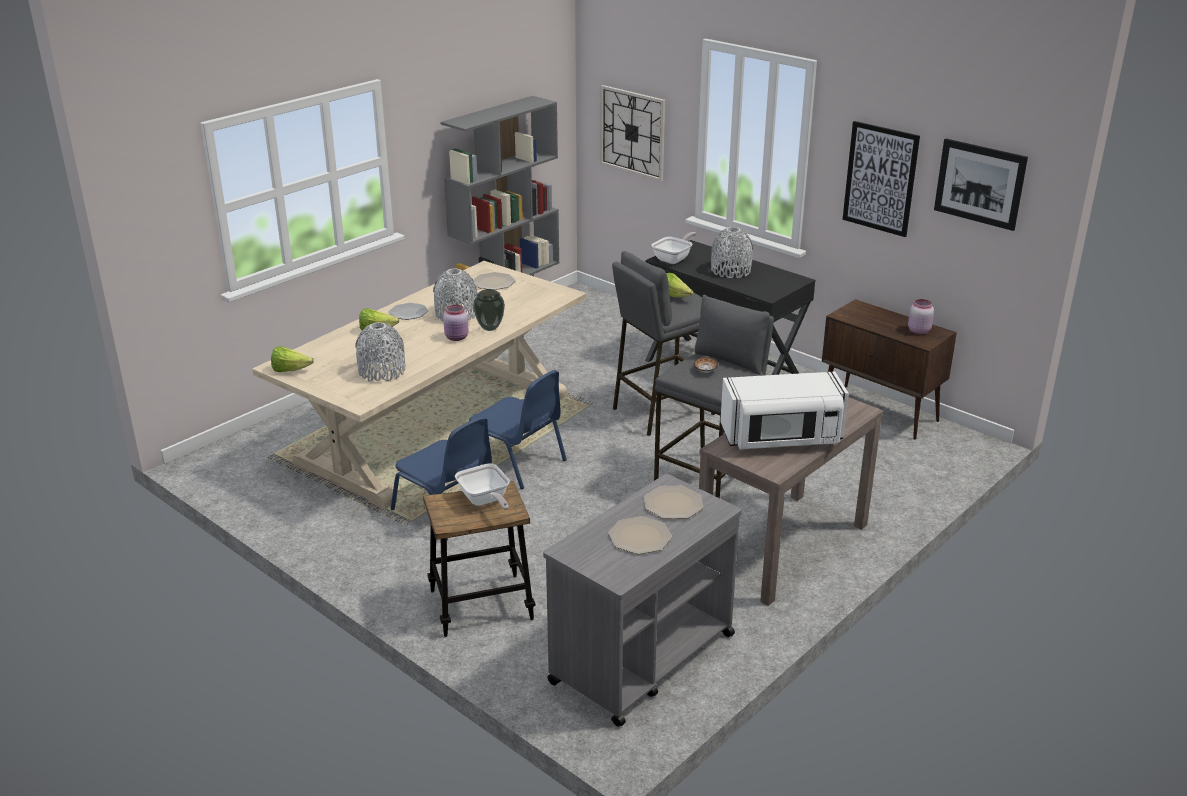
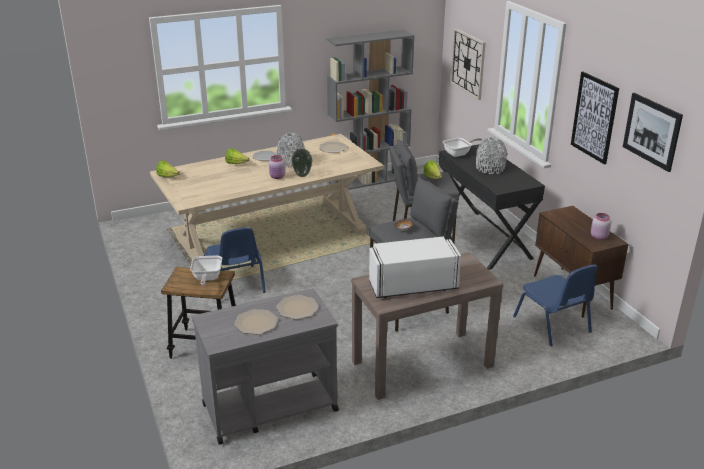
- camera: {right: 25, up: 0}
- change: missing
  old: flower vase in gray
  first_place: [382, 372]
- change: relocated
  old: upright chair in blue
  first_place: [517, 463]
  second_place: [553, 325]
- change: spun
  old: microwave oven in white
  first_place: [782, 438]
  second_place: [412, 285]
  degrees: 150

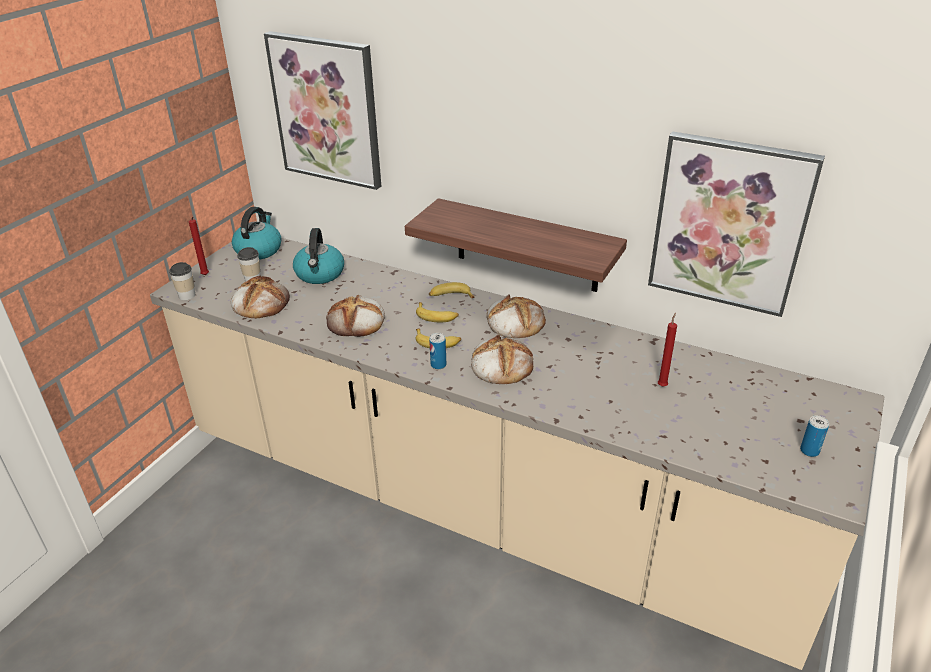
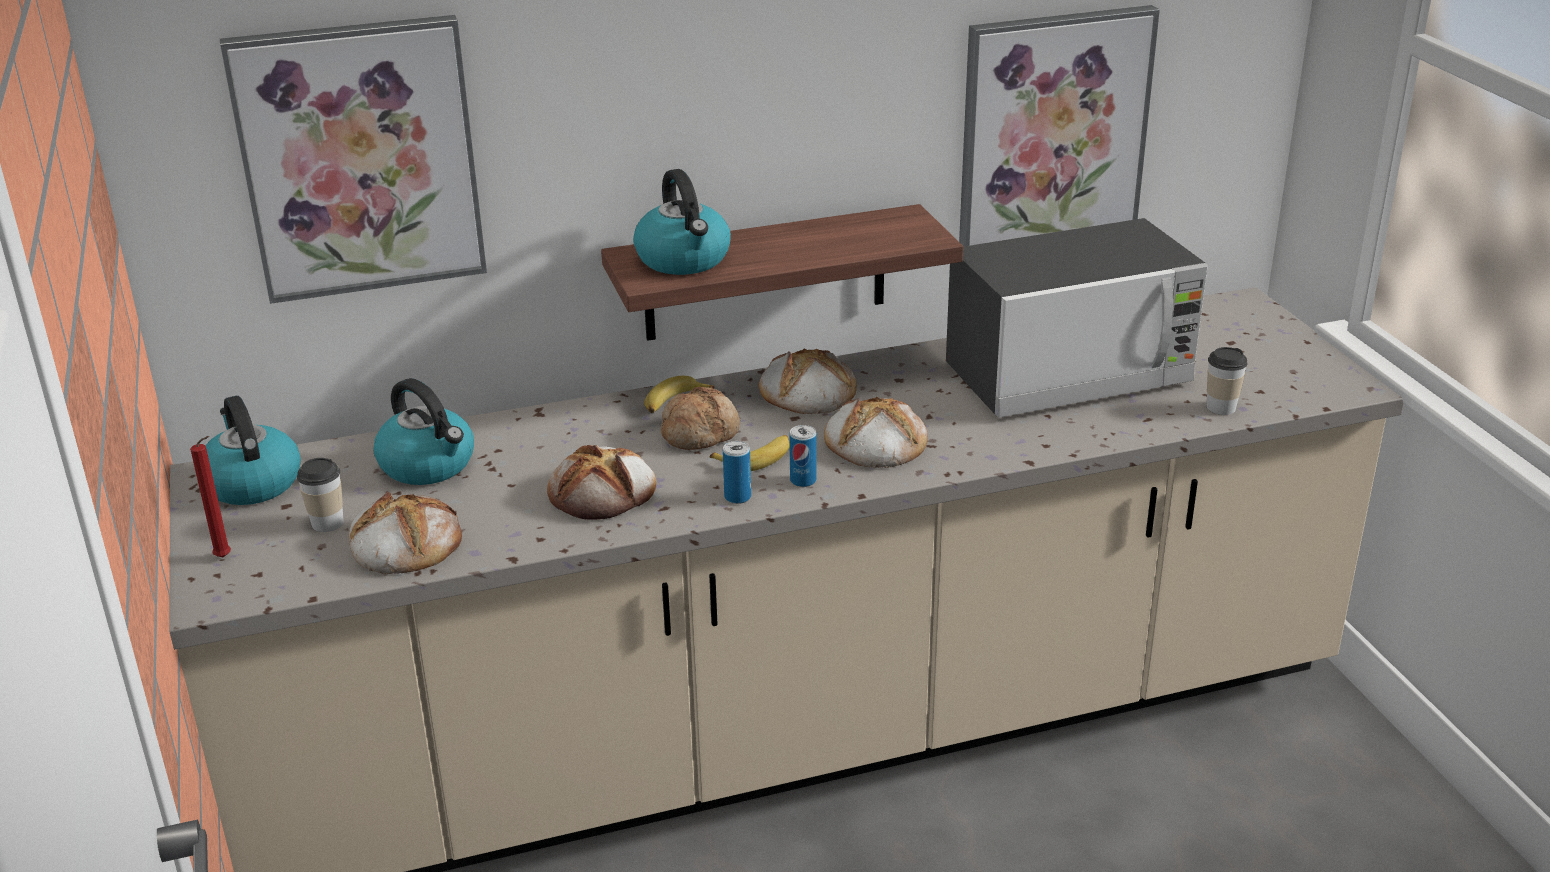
- camera: {right: -45, up: -5}
- change: relocated
  old: small cup
  first_place: [187, 295]
  second_place: [1221, 407]
- change: exchanged
  old: banana
  new: bakery bread
  first_place: [436, 316]
  second_place: [700, 432]
- change: exchanged
  old: candle in red-coloured
  new: microwave oven
  first_place: [662, 385]
  second_place: [1069, 375]
- change: relocated
  old: metal can
  first_place: [809, 451]
  second_place: [737, 497]
- change: appeared
  new: water kettle
  second_place: [684, 260]

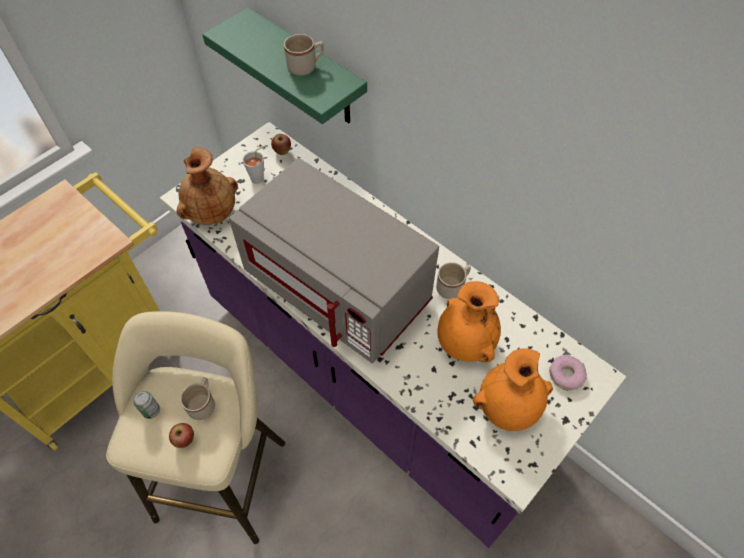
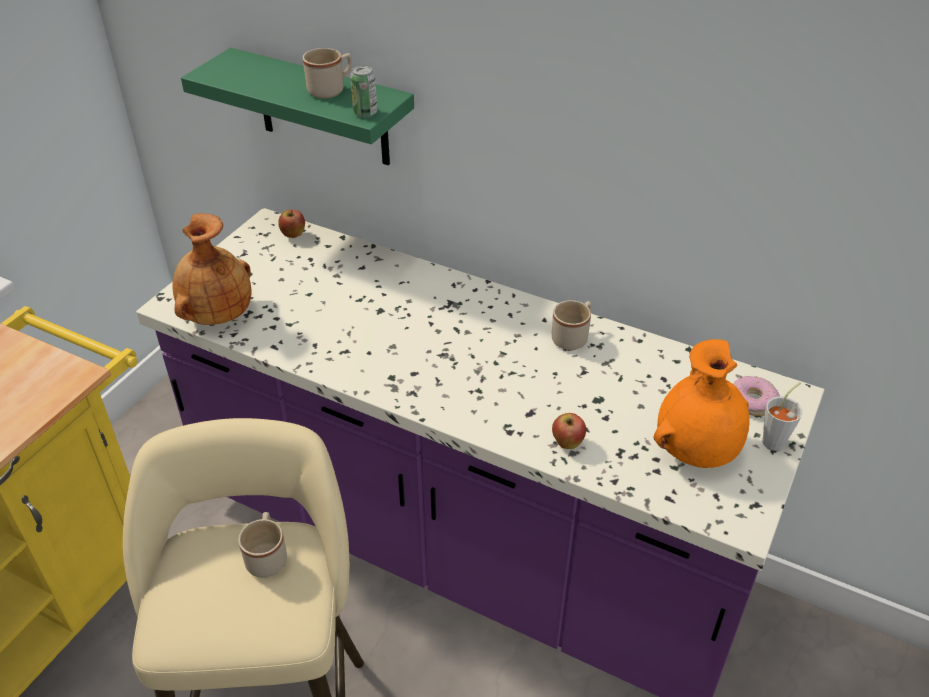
- camera: {right: -15, up: -15}
- change: relocated
  old: small cup in gray
  first_place: [260, 177]
  second_place: [776, 440]
- change: missing
  old: microwave oven in gray
  first_place: [339, 288]
- change: missing
  old: flower vase in orange-coloured
  first_place: [464, 343]
- change: relocated
  old: metal can
  first_place: [151, 411]
  second_place: [365, 113]
- change: relocated
  old: apple
  first_place: [185, 440]
  second_place: [567, 444]

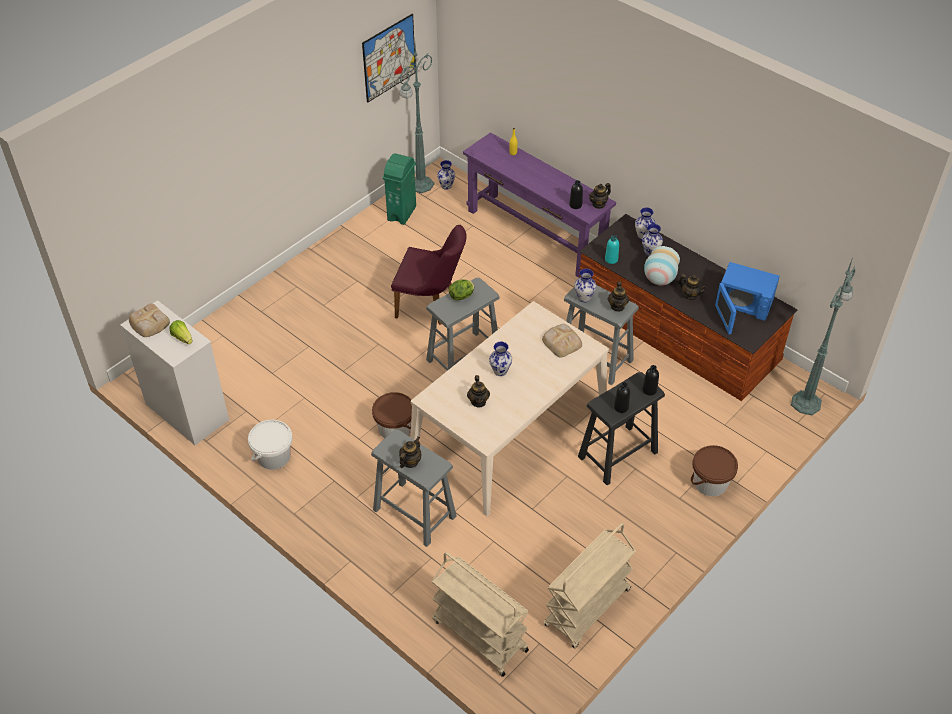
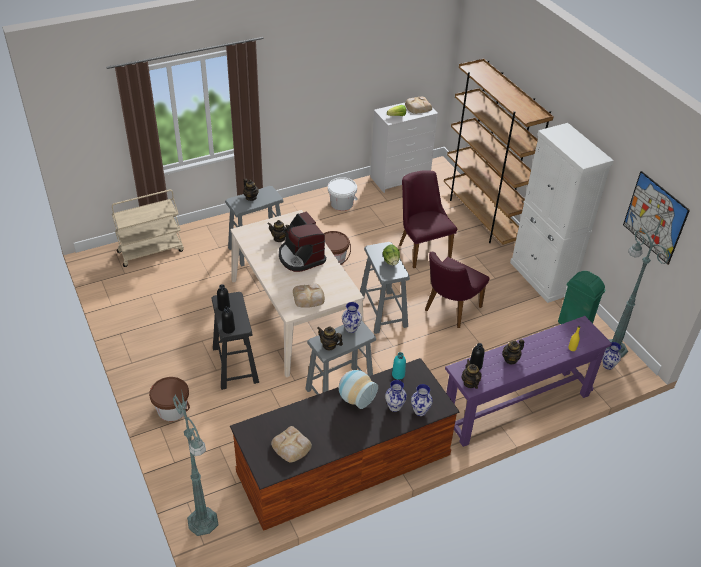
- camera: {right: 110, up: -5}
- change: exchanged
  old: microwave oven in blue
  new: bakery bread
  first_place: [742, 303]
  second_place: [291, 446]
- change: relocated
  old: teapot
  first_place: [690, 295]
  second_place: [510, 359]
- change: exchanged
  old: flower vase
  new: coffee brewer
  first_place: [500, 371]
  second_place: [301, 257]
- change: missing
  old: wheeled cart in sand-coloured
  first_place: [587, 608]
- change: appeared
  new: shelving unit in brown-coloured
  second_place: [482, 217]
- change: appeared
  new: storage cabinet in white
  second_place: [541, 278]
- change: appeared
  new: upright chair in purple
  second_place: [421, 248]

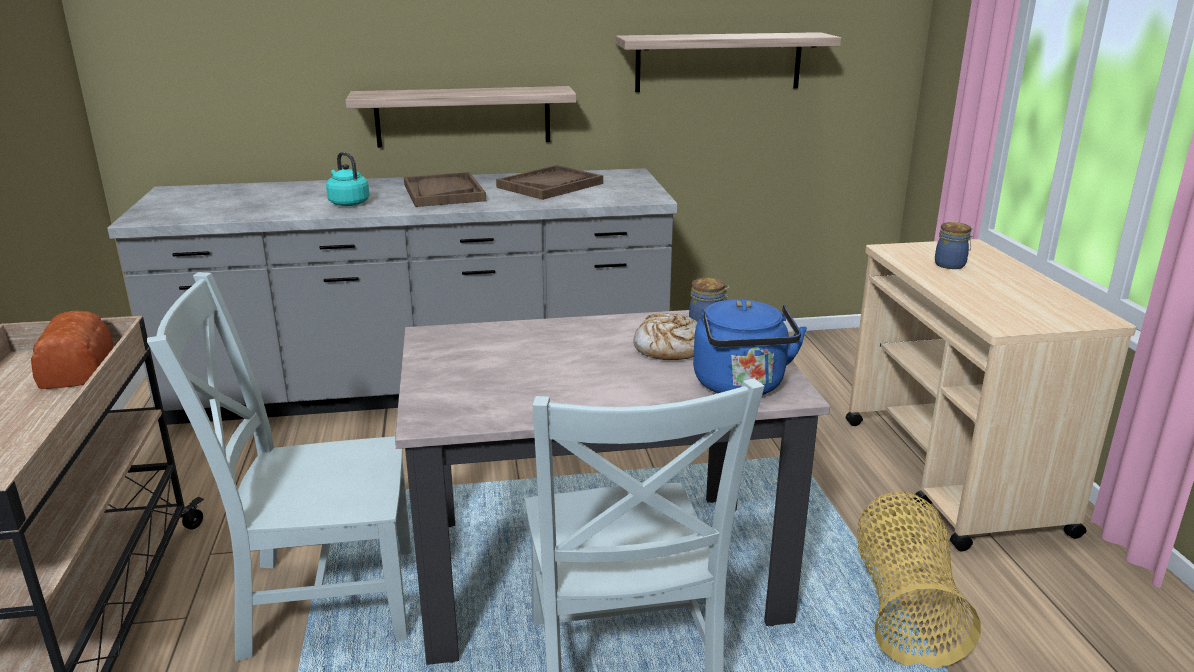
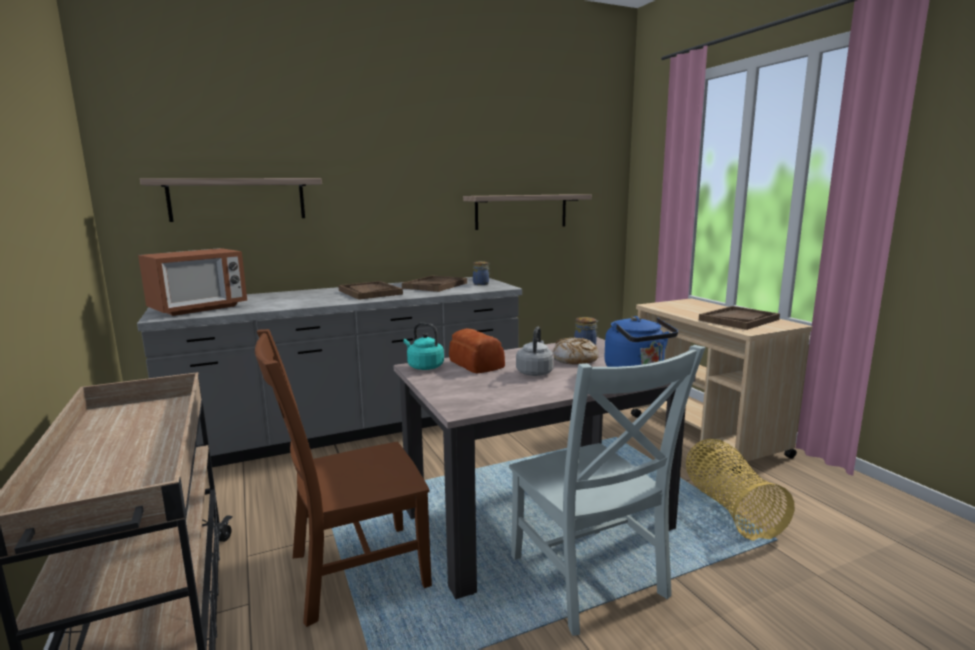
- camera: {right: -15, up: -10}
- change: relocated
  old: bracket shelf
  first_place: [463, 116]
  second_place: [238, 199]
- change: relocated
  old: water kettle in turquoise
  first_place: [348, 203]
  second_place: [424, 367]
- change: relocated
  old: preserve jar
  first_place: [951, 265]
  second_place: [481, 284]
- change: colour
  old: upright chair in gray
  new: upright chair in brown-coloured
  first_place: [321, 600]
  second_place: [352, 572]
- change: relocated
  old: bakery bread
  first_place: [75, 370]
  second_place: [476, 365]
- change: appeared
  new: microwave oven
  second_place: [198, 308]
- change: appeared
  new: tray in brown-coloured
  second_place: [738, 320]
- change: appeared
  new: water kettle in gray
  second_place: [535, 372]

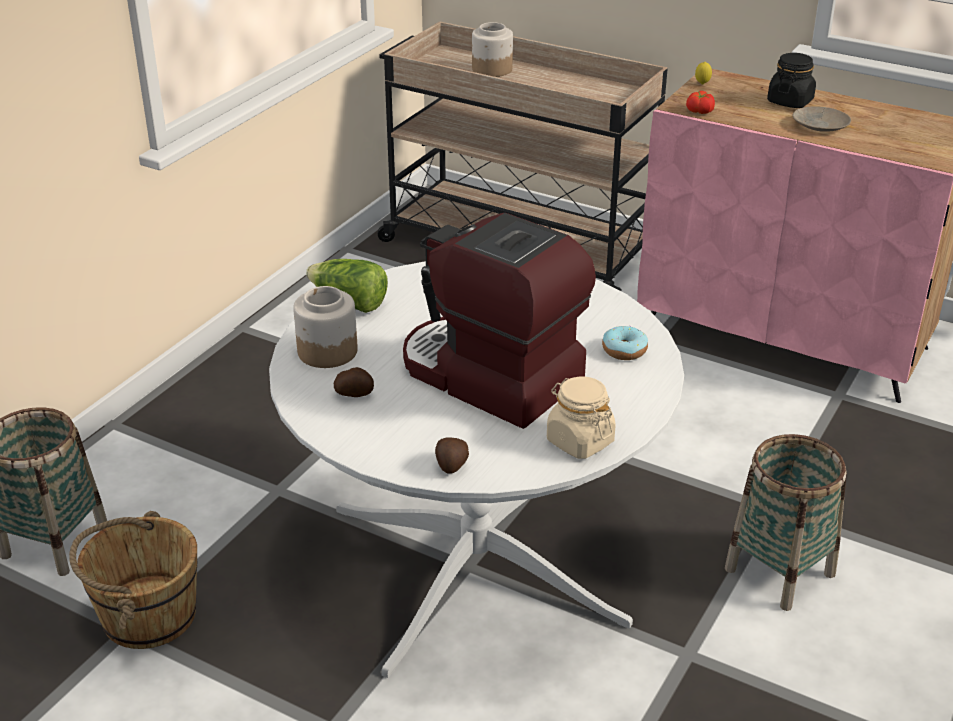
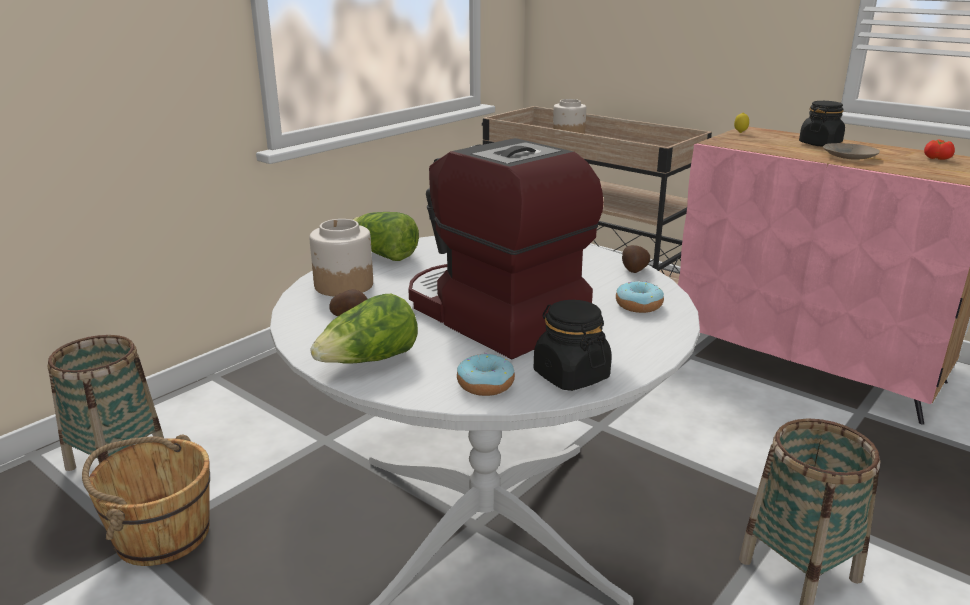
- camera: {right: 10, up: -10}
- change: relocated
  old: whole tomato
  first_place: [699, 112]
  second_place: [936, 159]
- change: colour
  old: preserve jar in sand-coloured
  new: preserve jar in black
  first_place: [579, 441]
  second_place: [570, 375]
- change: relocated
  old: spud
  first_place: [451, 466]
  second_place: [634, 270]
- change: appeared
  new: lettuce
  second_place: [369, 361]
- change: appeared
  new: ring doughnut
  second_place: [485, 384]

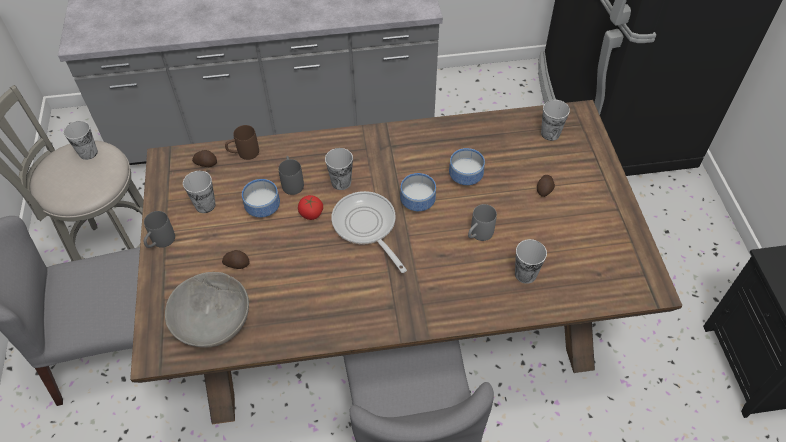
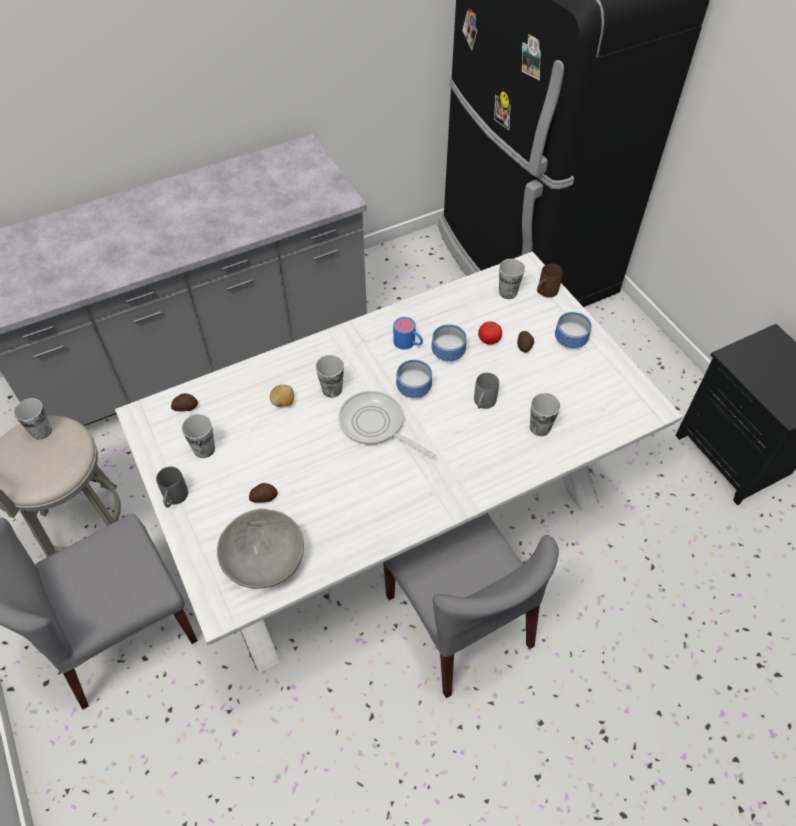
- camera: {right: -20, up: 0}
- change: colour
  old: kitchen table in brown-coloured
  new: kitchen table in white
  first_place: [392, 319]
  second_place: [397, 513]
- change: relocated
  old: coffee mug in brown-coloured
  first_place: [243, 154]
  second_place: [545, 293]
- change: exchanged
  old: coffee mug in gray
  new: spud
  first_place: [292, 182]
  second_place: [283, 402]
- change: relocated
  old: deep dish
  first_place: [264, 208]
  second_place: [572, 340]
- change: relocated
  old: whole tomato
  first_place: [311, 214]
  second_place: [489, 339]
- change: appeared
  new: coffee mug in blue
  second_place: [408, 343]

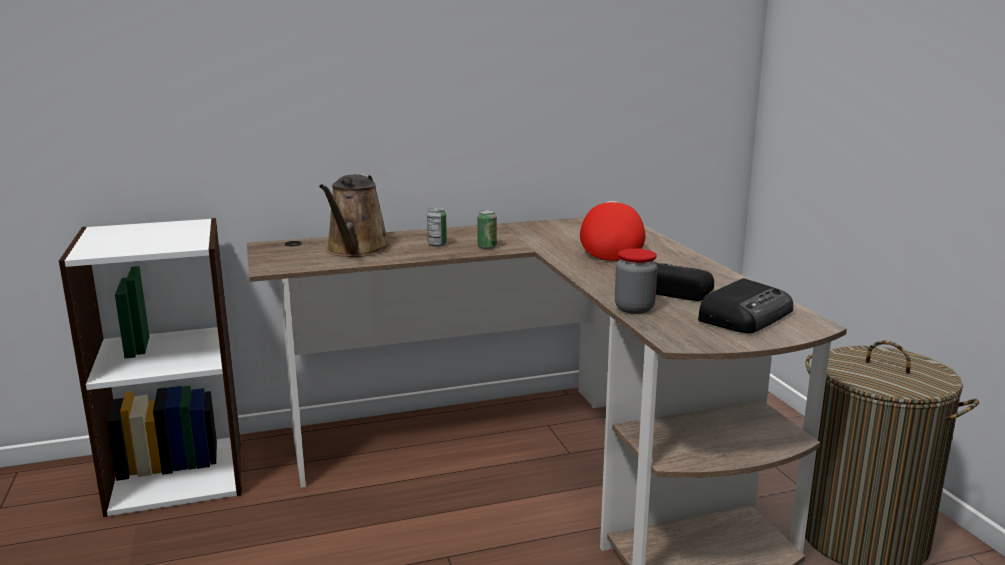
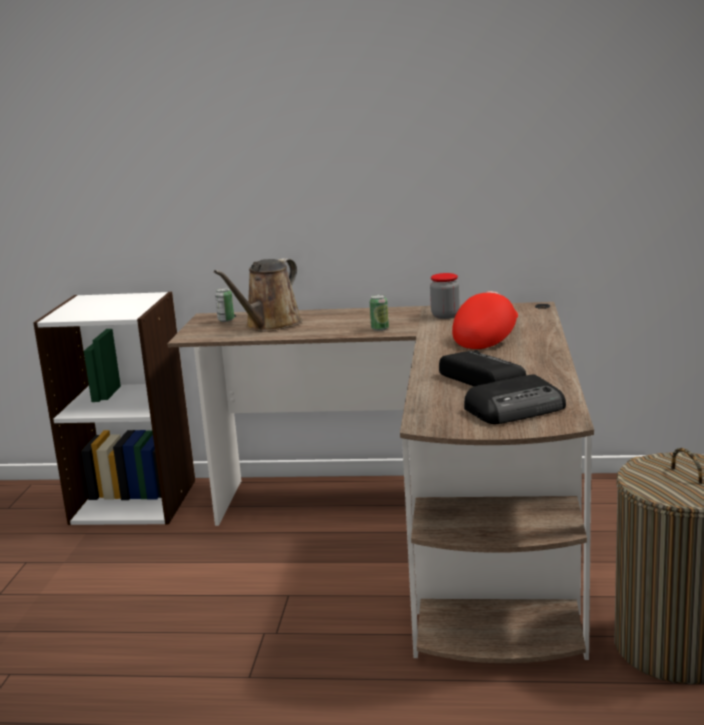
- camera: {right: 25, up: 0}
- change: relocated
  old: metal can
  first_place: [437, 244]
  second_place: [226, 320]
- change: relocated
  old: preserve jar
  first_place: [634, 308]
  second_place: [445, 316]

